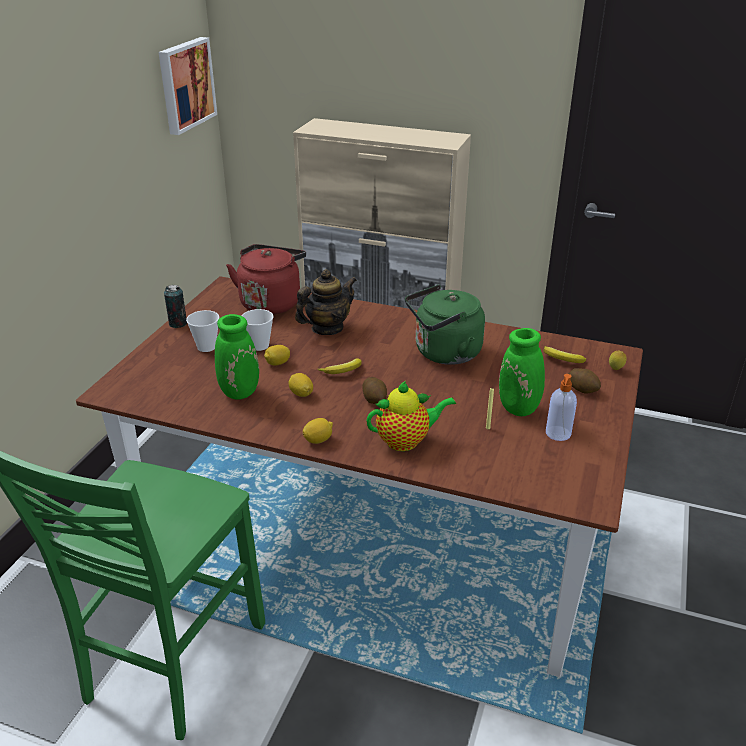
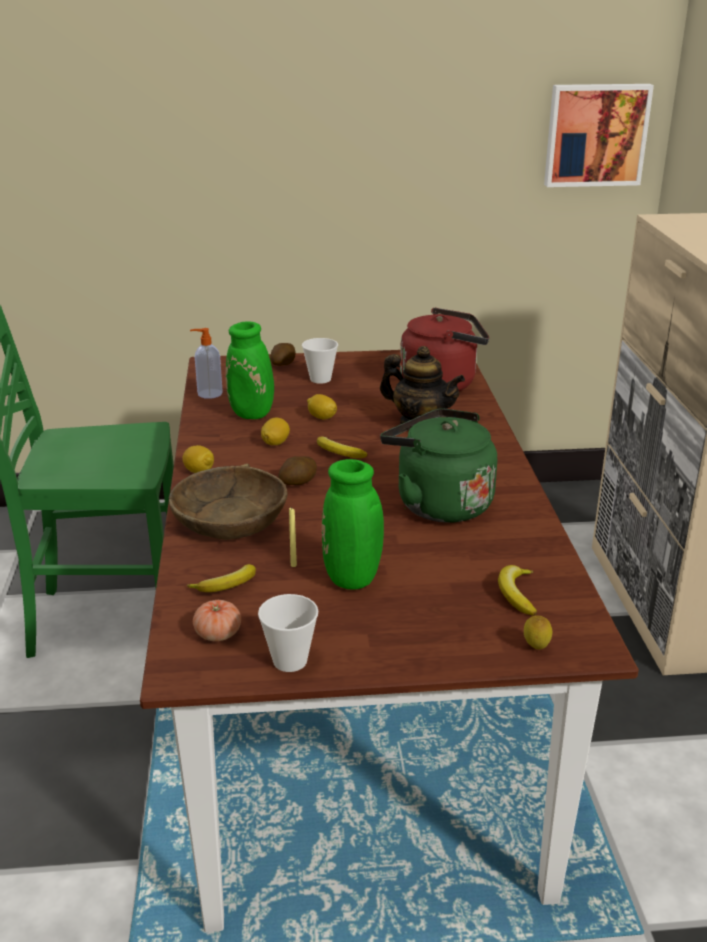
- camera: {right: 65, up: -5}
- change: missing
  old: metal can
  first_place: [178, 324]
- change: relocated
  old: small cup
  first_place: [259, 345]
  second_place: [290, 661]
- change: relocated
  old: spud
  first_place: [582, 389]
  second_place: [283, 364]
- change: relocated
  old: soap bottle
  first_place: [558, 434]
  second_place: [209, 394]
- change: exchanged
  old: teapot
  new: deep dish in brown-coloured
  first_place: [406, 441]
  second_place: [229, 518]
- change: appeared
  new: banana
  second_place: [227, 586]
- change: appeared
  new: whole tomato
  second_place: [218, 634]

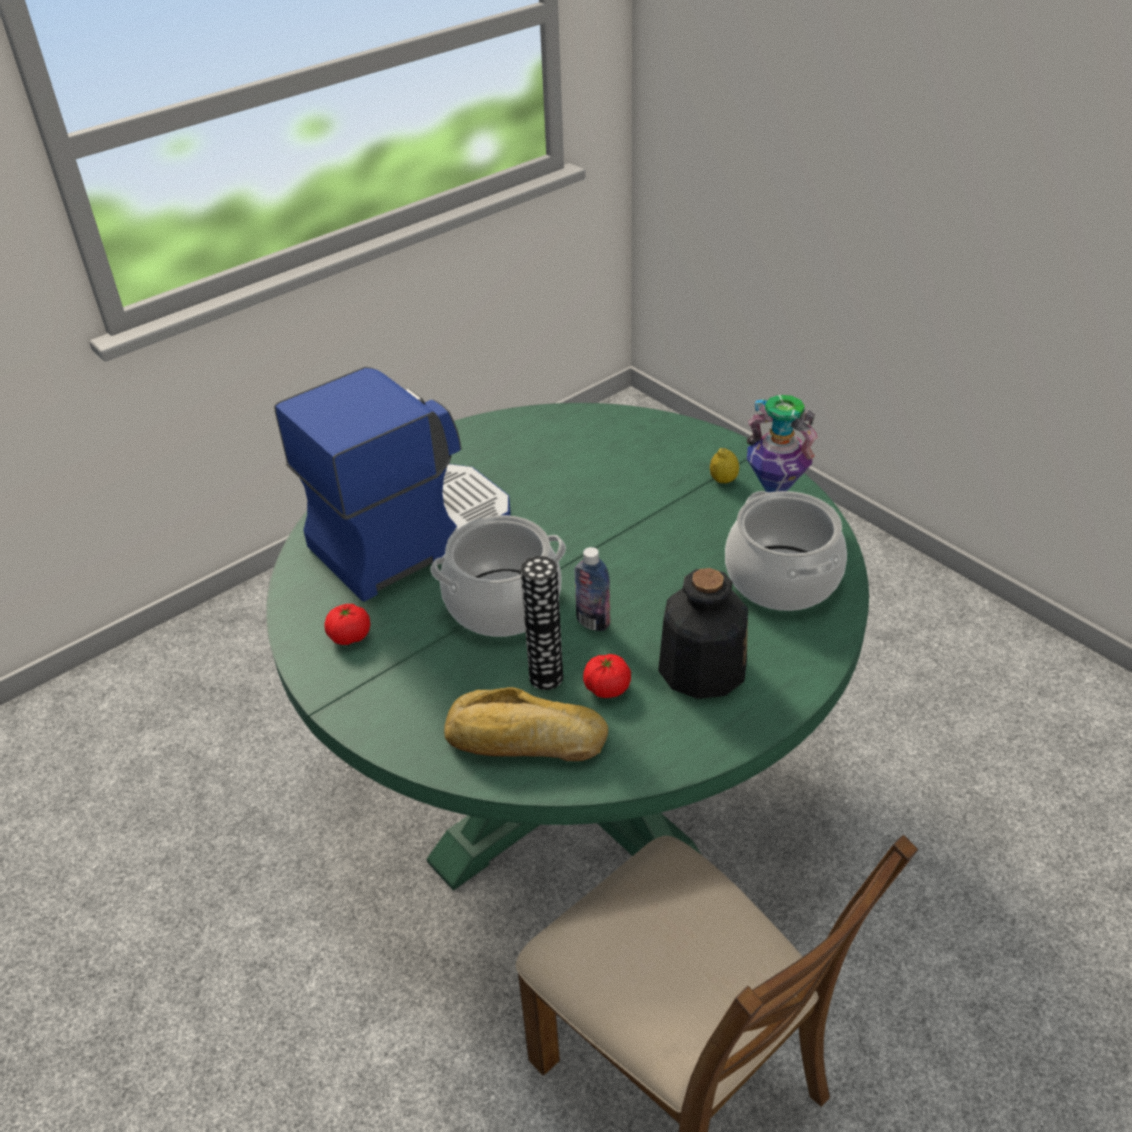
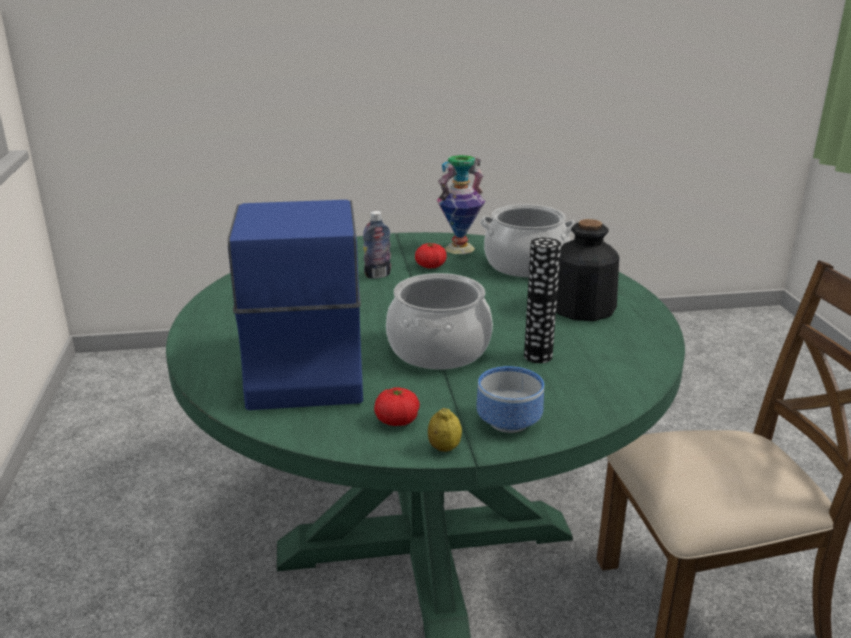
- camera: {right: -60, up: -15}
- change: relocated
  old: citrus fruit
  first_place: [723, 480]
  second_place: [444, 448]
- change: relocated
  old: beverage bottle
  first_place: [593, 622]
  second_place: [377, 275]
- change: relocated
  old: whole tomato
  first_place: [607, 688]
  second_place: [430, 266]
- change: missing
  old: bakery bread
  first_place: [525, 741]
- change: appeared
  new: deep dish
  second_place: [510, 420]

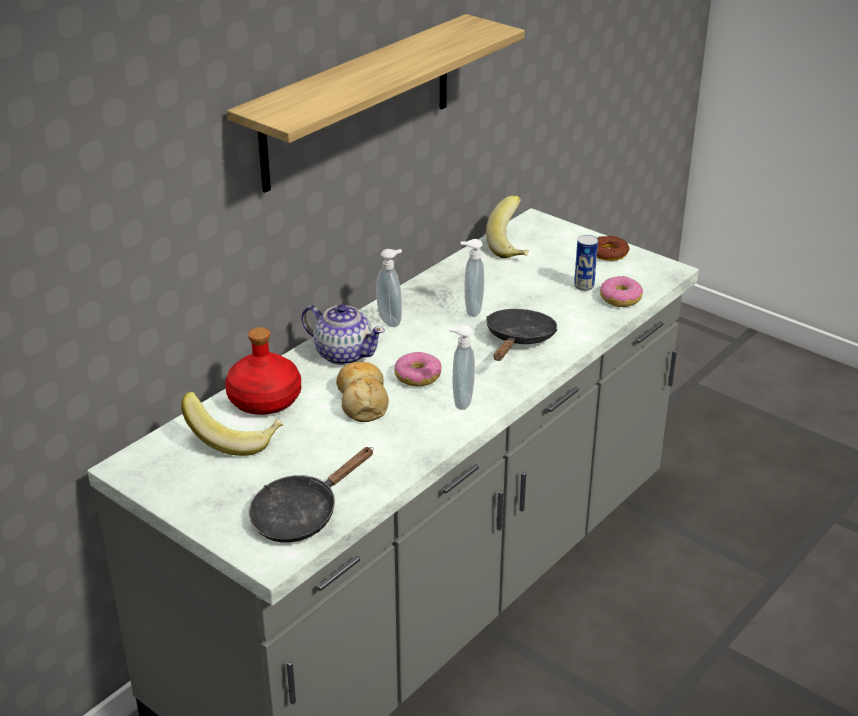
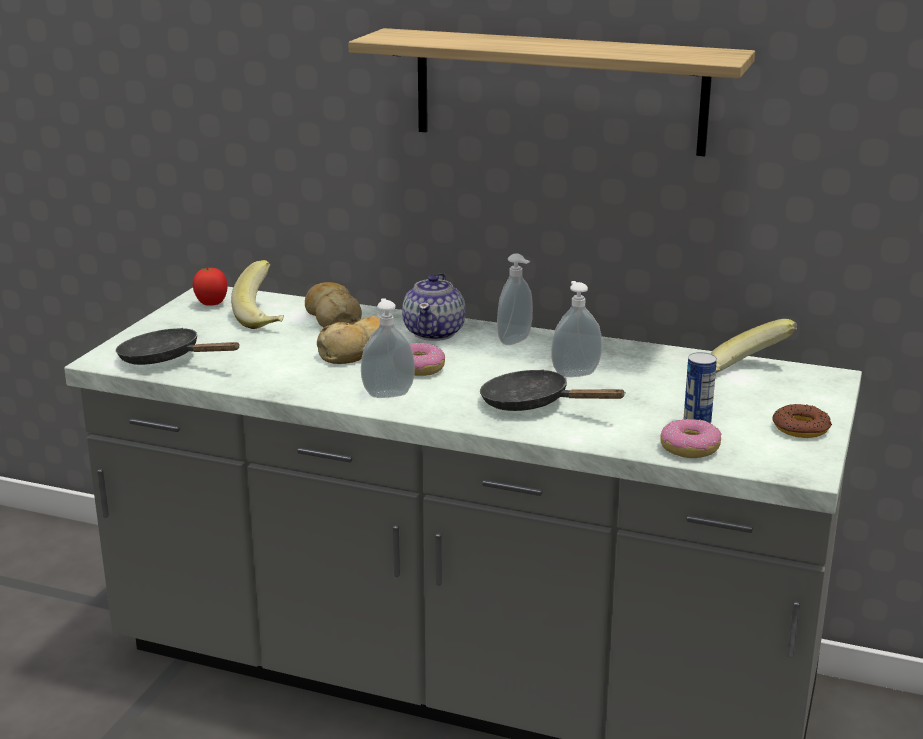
- camera: {right: 70, up: -10}
- change: spun
  old: frying pan in black
  first_place: [518, 340]
  second_place: [533, 404]
  degrees: -150
- change: exchanged
  old: beverage bottle in red-coloured
  new: bakery bread
  first_place: [265, 400]
  second_place: [333, 317]
- change: appeared
  new: whole tomato
  second_place: [211, 304]

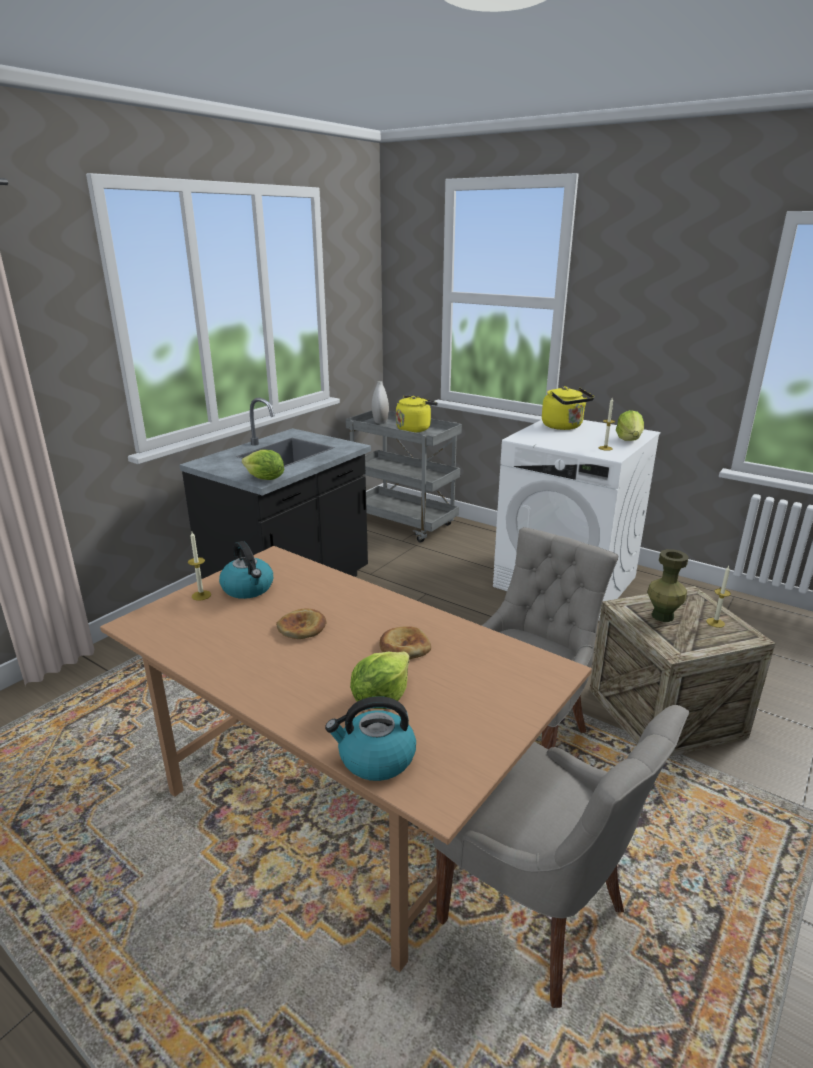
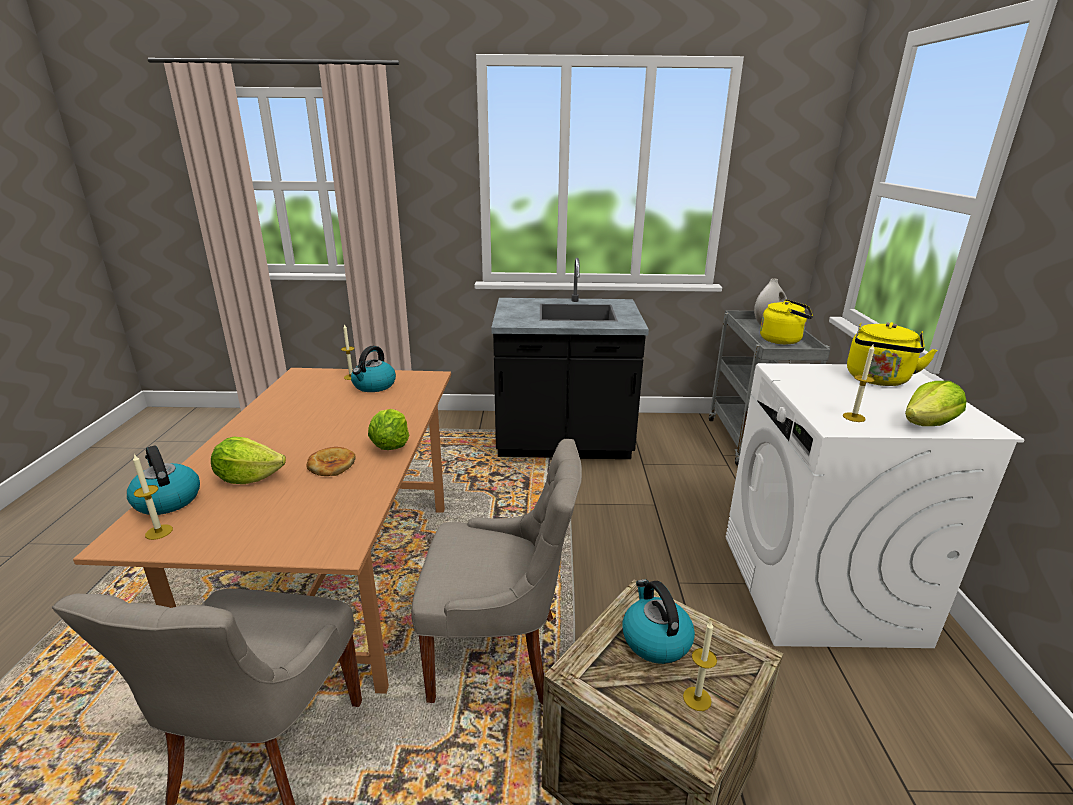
- camera: {right: 55, up: 0}
- change: relocated
  old: lettuce
  first_place: [265, 479]
  second_place: [390, 445]
- change: exchanged
  old: flower vase in greenish
  new: water kettle
  first_place: [662, 616]
  second_place: [655, 639]
- change: missing
  old: bakery bread
  first_place: [302, 627]
- change: appeared
  new: candle
  second_place: [159, 532]

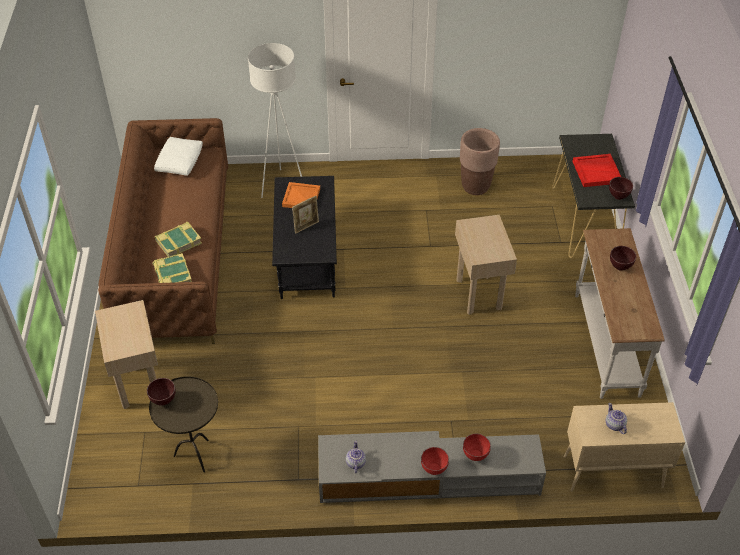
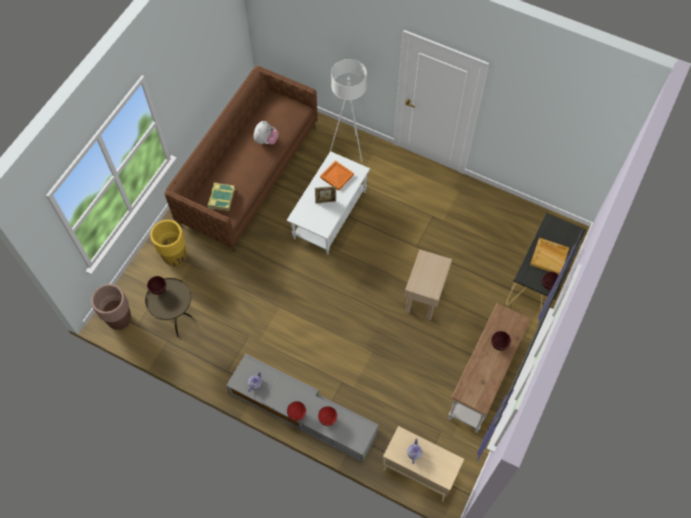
- camera: {right: 30, up: 15}
- change: relocated
  old: plant pot in brown-coloured
  first_place: [475, 186]
  second_place: [120, 320]
- change: missing
  old: pillow in white
  first_place: [180, 161]
- change: colour
  old: tray in red-coloured
  new: tray in sand-coloured
  first_place: [597, 172]
  second_place: [549, 257]
- change: colour
  old: low table in black
  new: low table in white
  first_place: [306, 257]
  second_place: [329, 214]
- change: missing
  old: volume
  first_place: [178, 242]
- change: exchanged
  old: end table in sand-coloured
  new: plant pot in yellow
  first_place: [139, 384]
  second_place: [175, 257]
- change: appeared
  new: soft toy
  second_place: [266, 140]

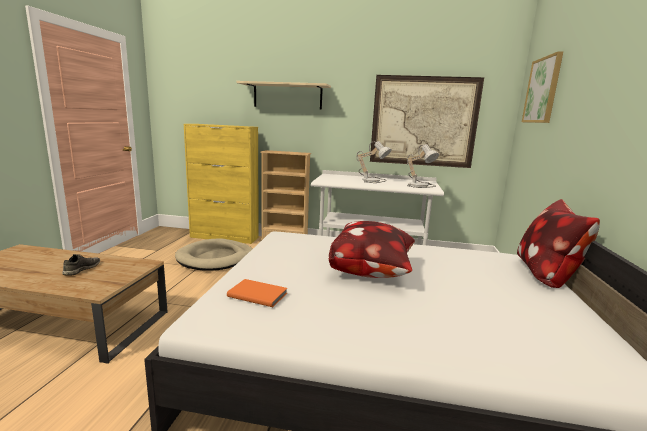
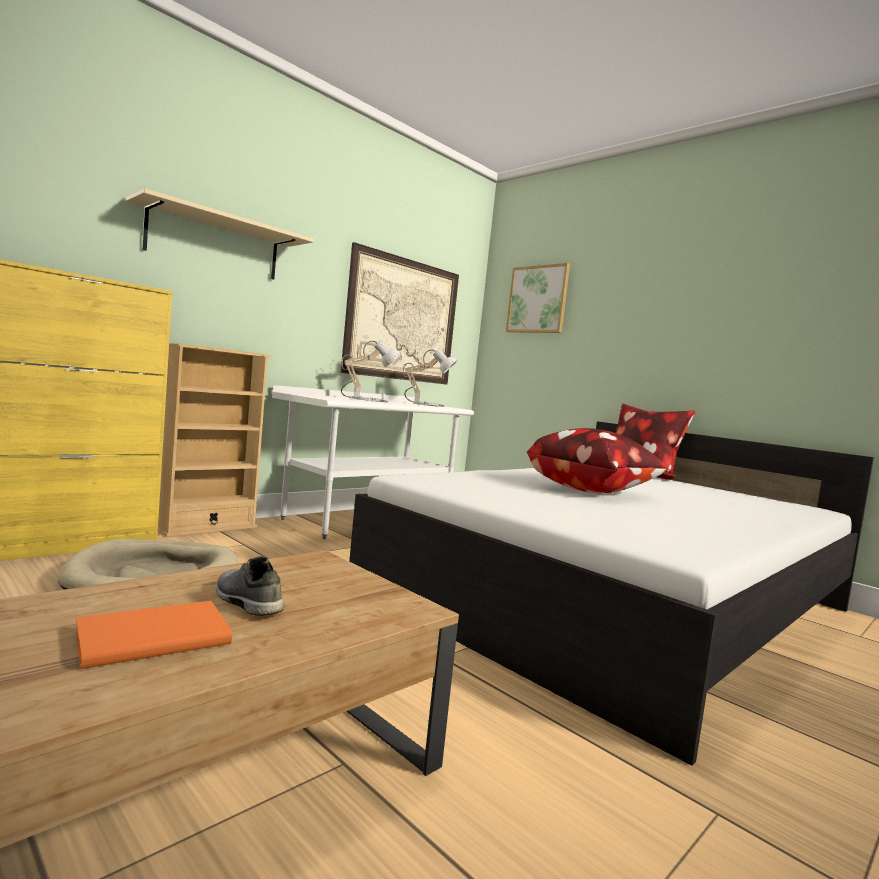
- camera: {right: -55, up: -10}
- change: relocated
  old: volume in orange-coloured
  first_place: [257, 294]
  second_place: [150, 637]

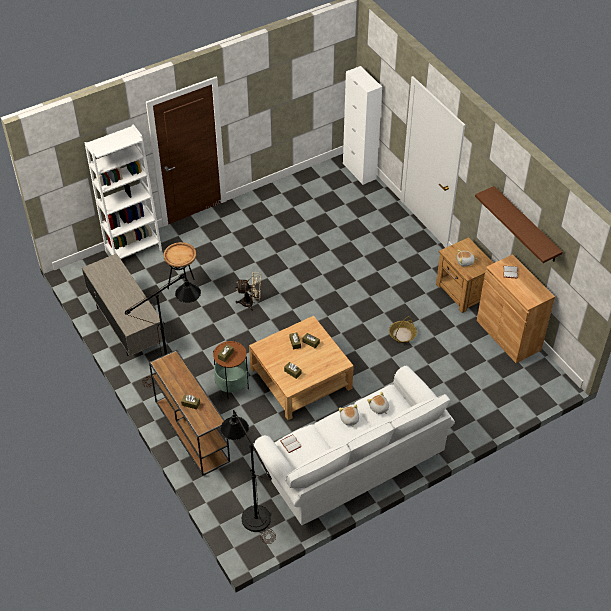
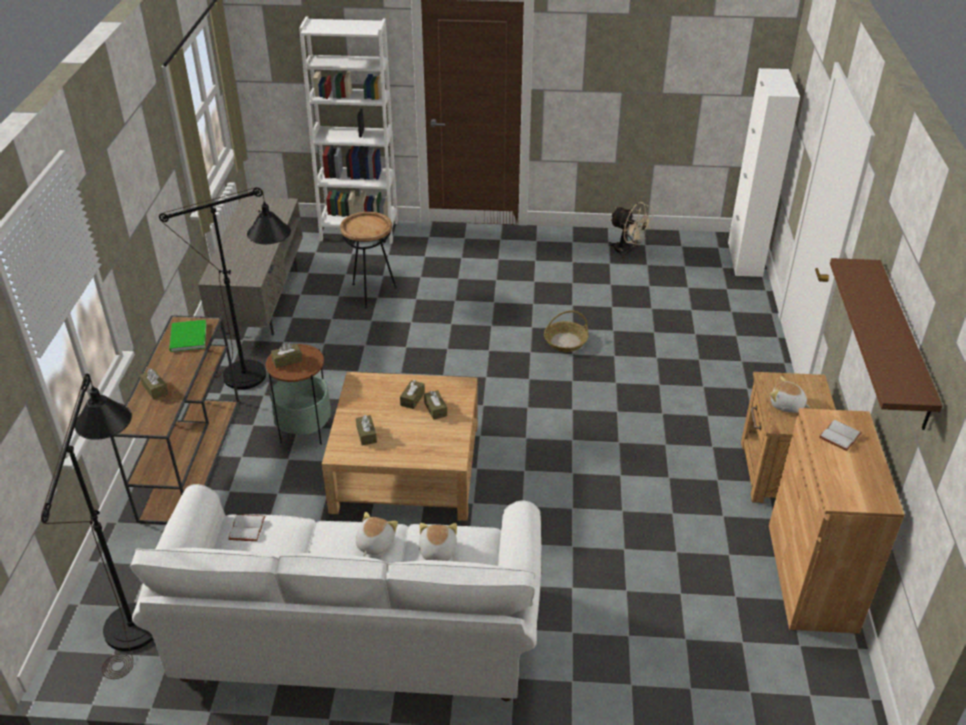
- camera: {right: 35, up: -10}
- change: relocated
  old: fan in sand-coloured
  first_place: [250, 303]
  second_place: [627, 251]
- change: relocated
  old: household basket
  first_place: [402, 335]
  second_place: [565, 342]
- change: appeared
  new: volume in greenish
  second_place: [187, 338]

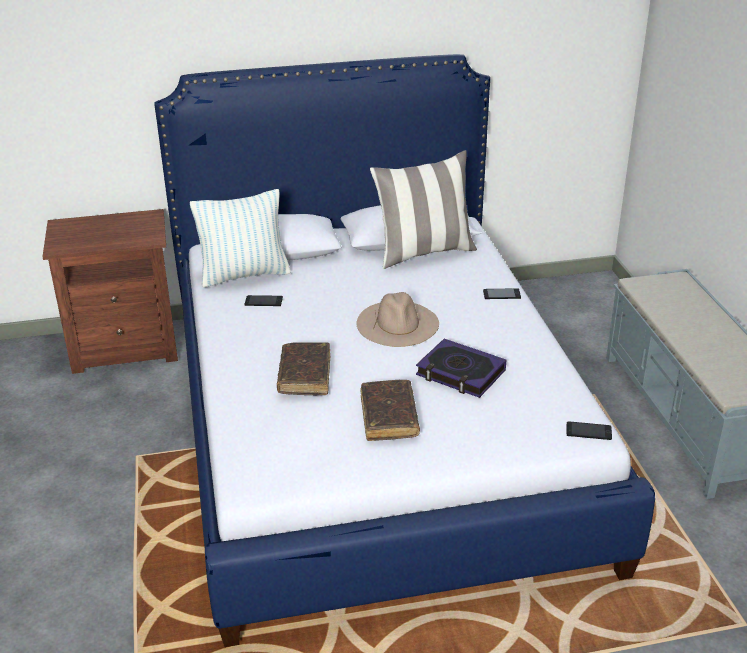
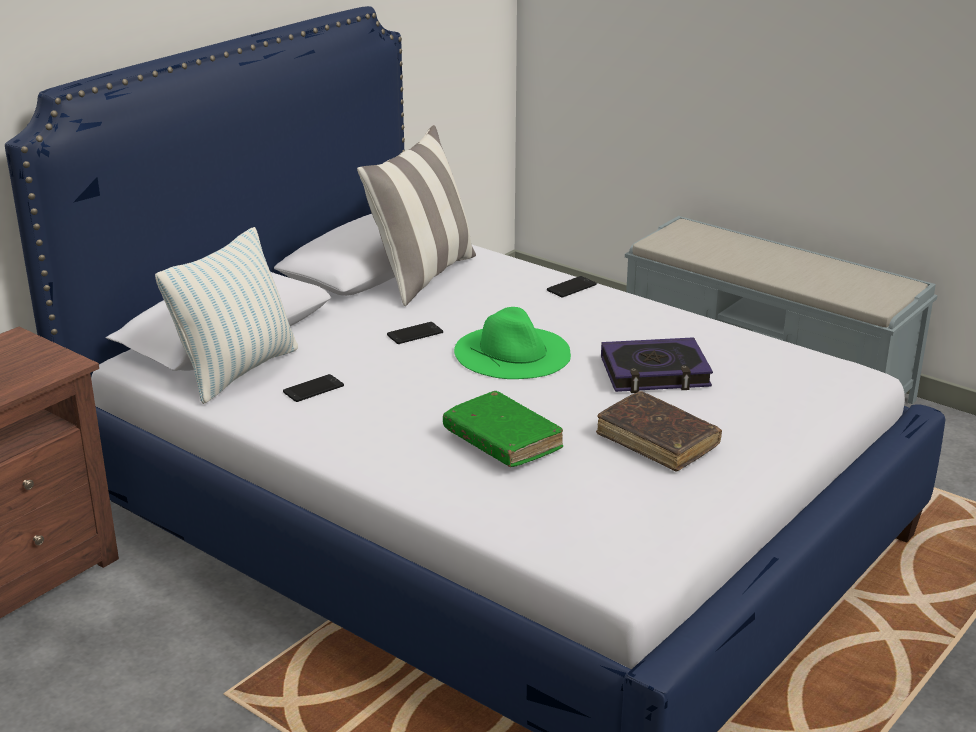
- camera: {right: -40, up: -5}
- change: colour
  old: wearable hat in sand-coloured
  new: wearable hat in greenish
  first_place: [397, 323]
  second_place: [513, 352]
- change: colour
  old: volume in brown-coloured
  new: volume in greenish
  first_place: [304, 375]
  second_place: [502, 440]
- change: relocated
  old: handset
  first_place: [588, 431]
  second_place: [415, 334]

